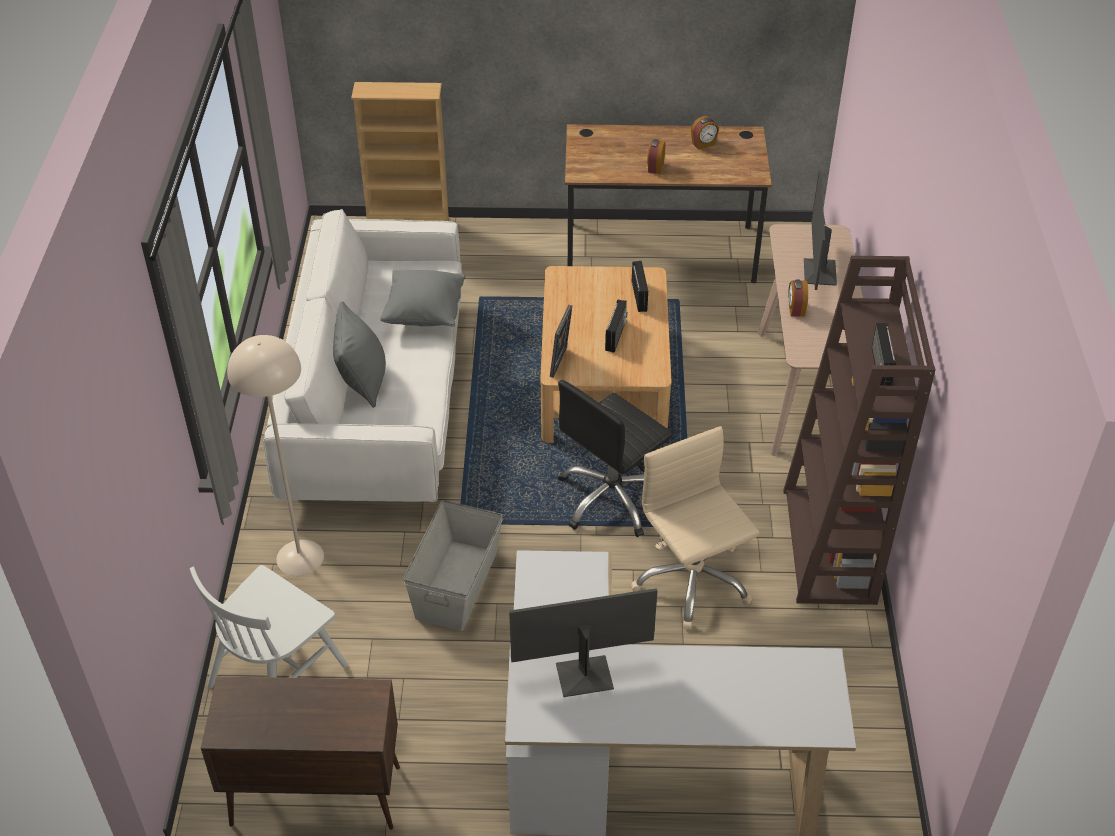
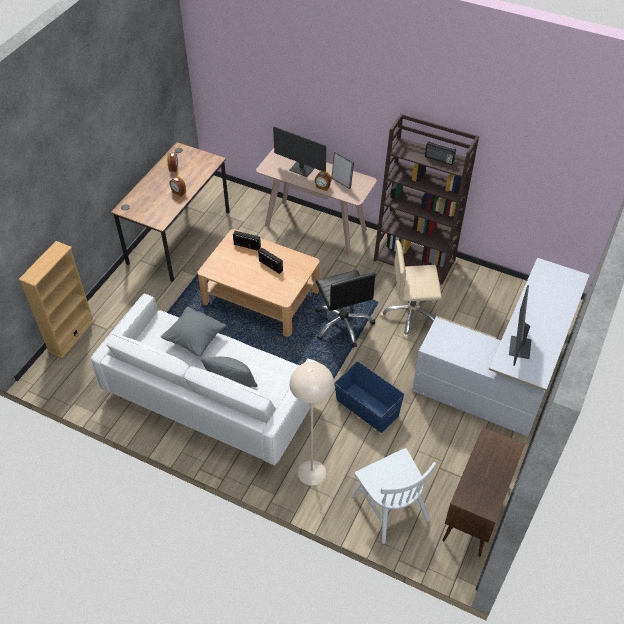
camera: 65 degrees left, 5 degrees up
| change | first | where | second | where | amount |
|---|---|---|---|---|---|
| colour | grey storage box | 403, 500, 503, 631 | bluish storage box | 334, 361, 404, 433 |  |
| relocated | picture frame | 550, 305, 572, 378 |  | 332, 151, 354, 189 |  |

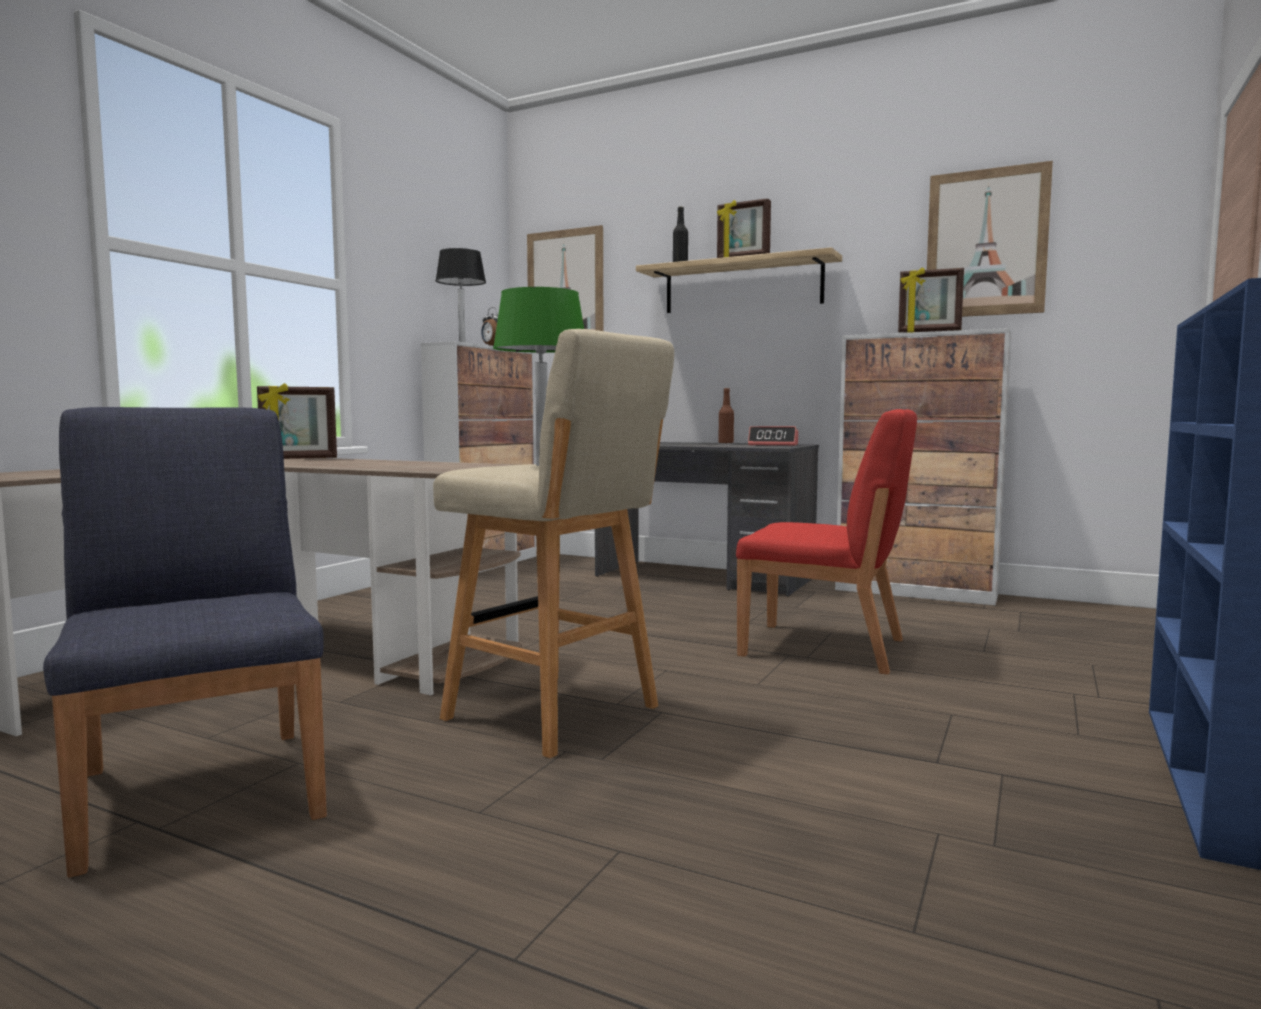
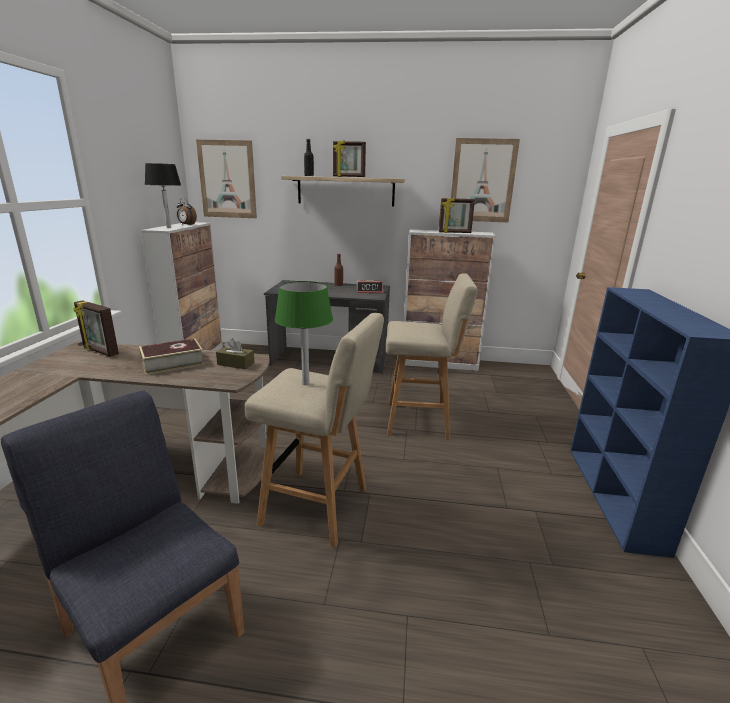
camera: 20 degrees left, 15 degrees up
| change | first | where | second | where | amount |
|---|---|---|---|---|---|
| spun | picture frame | 257, 383, 337, 459 |  | 73, 300, 119, 357 | 75 degrees clockwise |
| exchanged | reddish plain chair | 736, 409, 917, 675 | sand-coloured sitting stool | 386, 273, 478, 439 |  |
| appeared |  |  | bound book | 139, 338, 204, 375 |  |
| appeared |  |  | brown box of tissues | 216, 338, 255, 369 |  |

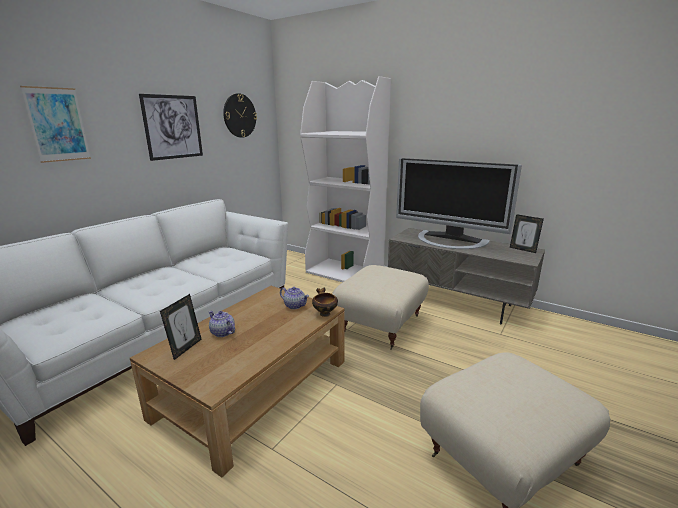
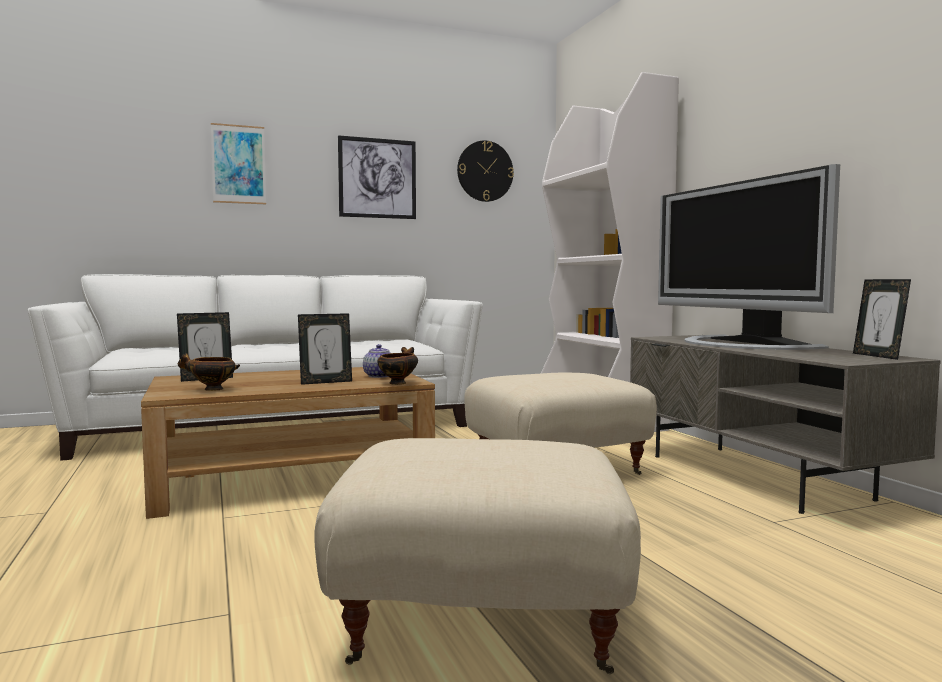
camera: 35 degrees right, 15 degrees down
| change | first | where | second | where | amount |
|---|---|---|---|---|---|
| missing | tea pot | 209, 311, 235, 337 |  |  |  |
| appeared |  |  | bowl | 177, 353, 240, 391 |  |
| appeared |  |  | picture frame | 298, 313, 352, 385 |  |

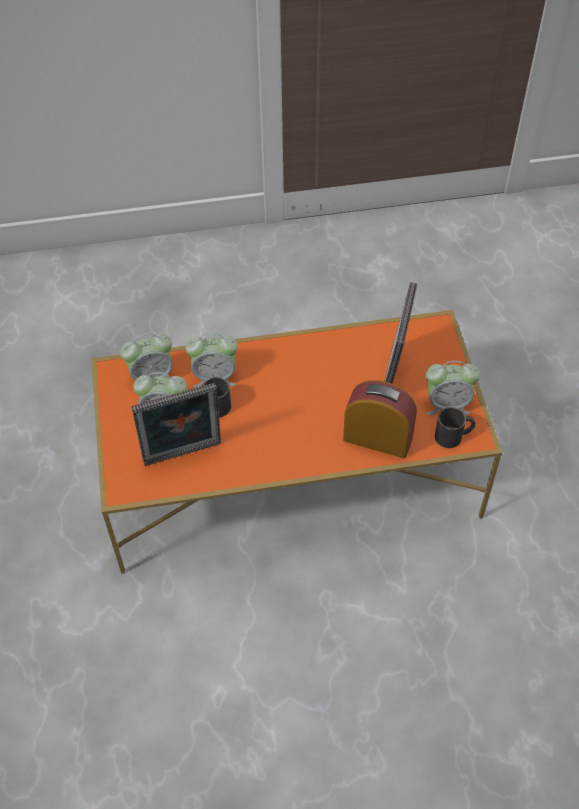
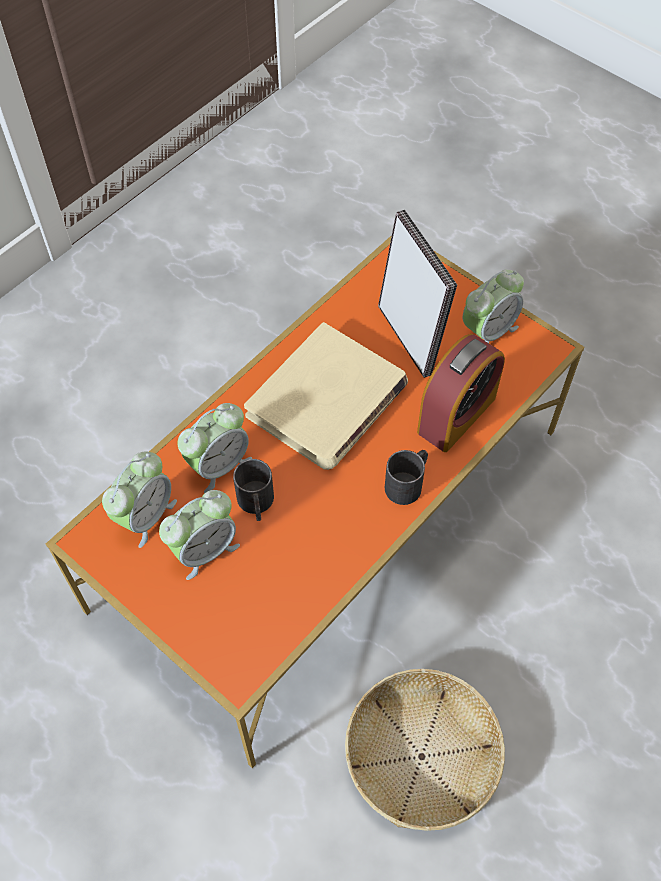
camera: 40 degrees left, 5 degrees up
| change | first | where | second | where | amount |
|---|---|---|---|---|---|
| missing | picture frame | 131, 383, 221, 466 |  |  |  |
| spun | bedside clock | 343, 380, 417, 458 |  | 417, 334, 505, 452 | 150 degrees clockwise |
| relocated | black-coloured mug | 435, 407, 476, 448 |  | 385, 450, 428, 505 |  |
| appeared |  |  | sand-coloured bound book | 244, 322, 408, 470 |  |
| appeared |  |  | basket | 345, 669, 505, 831 |  |

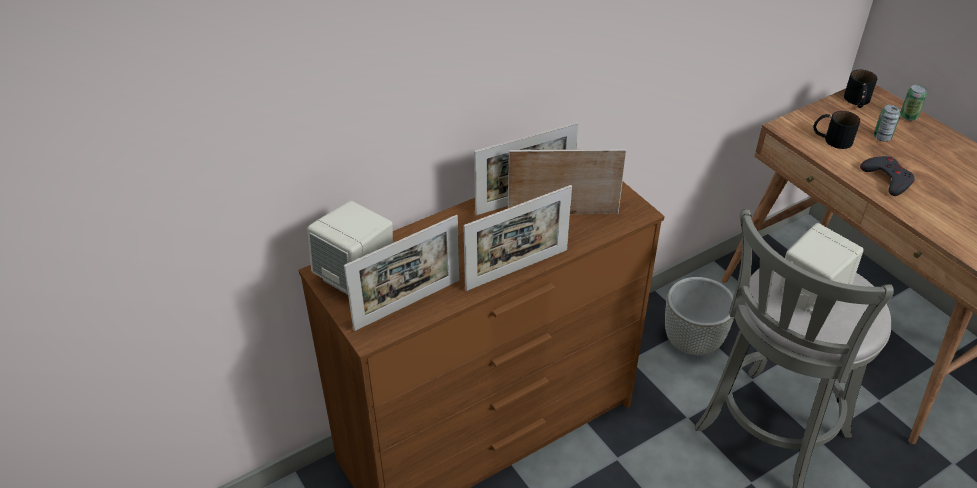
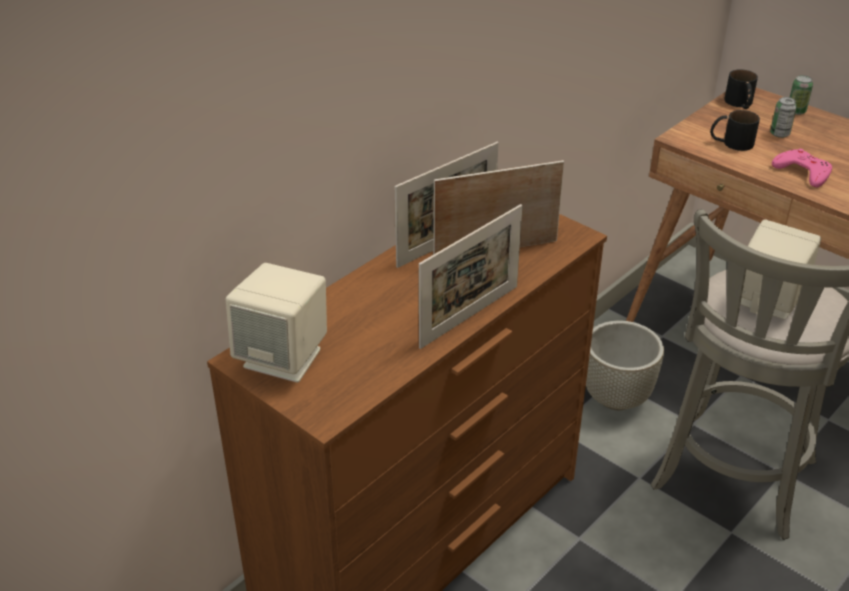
camera: 15 degrees left, 5 degrees down
| change | first | where | second | where | amount |
|---|---|---|---|---|---|
| missing | picture frame | 344, 215, 460, 331 |  |  |  |
| colour | grey game controller | 860, 156, 915, 196 | pinkish game controller | 772, 149, 832, 187 |  |

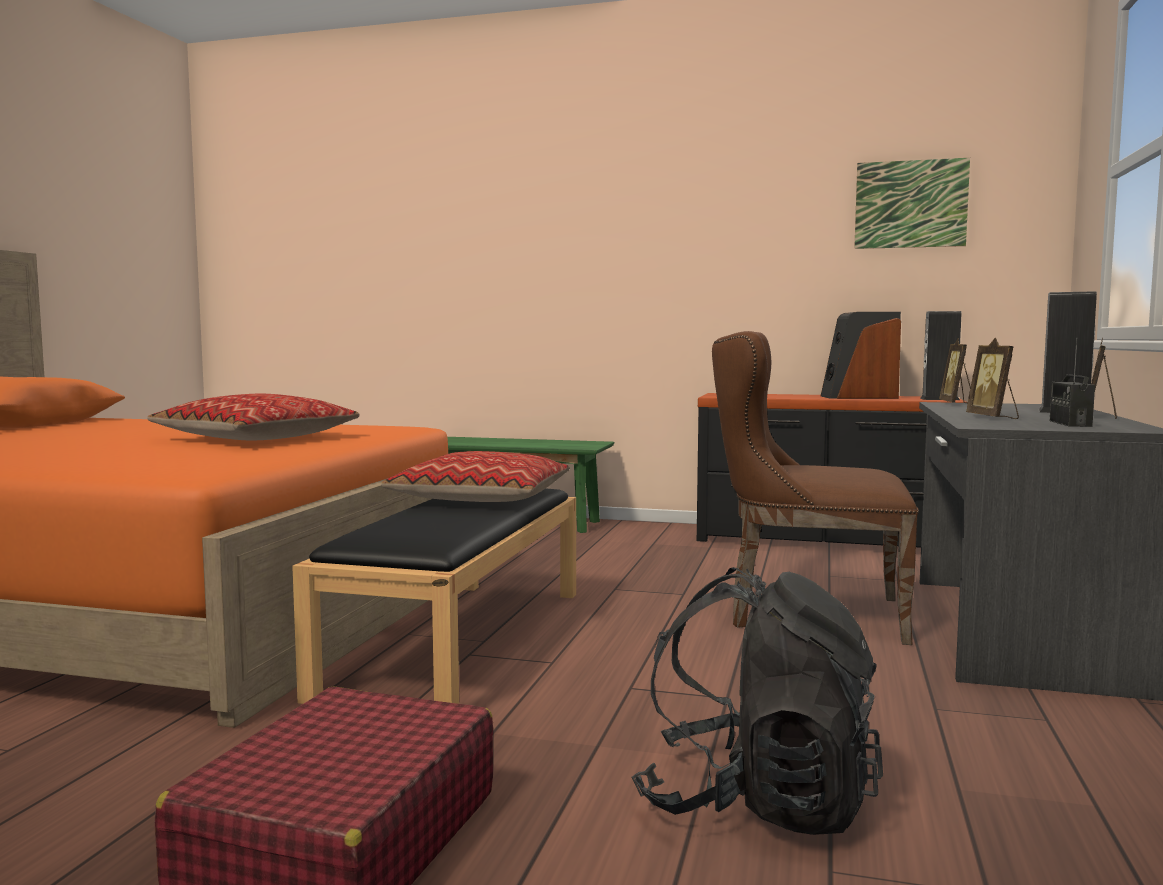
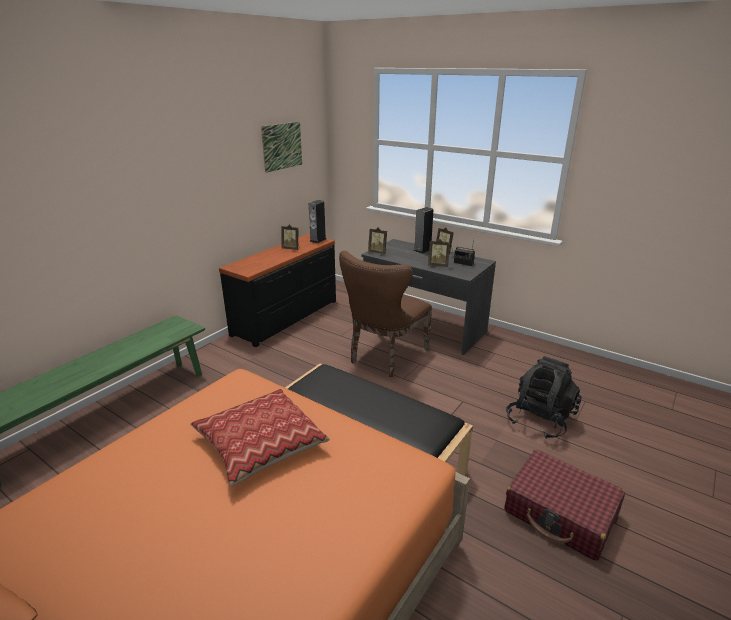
camera: 70 degrees left, 20 degrees up
| change | first | where | second | where | amount |
|---|---|---|---|---|---|
| missing | pillow | 381, 451, 570, 502 |  |  |  |
| exchanged | audio speaker | 821, 312, 901, 399 | picture frame | 281, 224, 300, 250 |  |

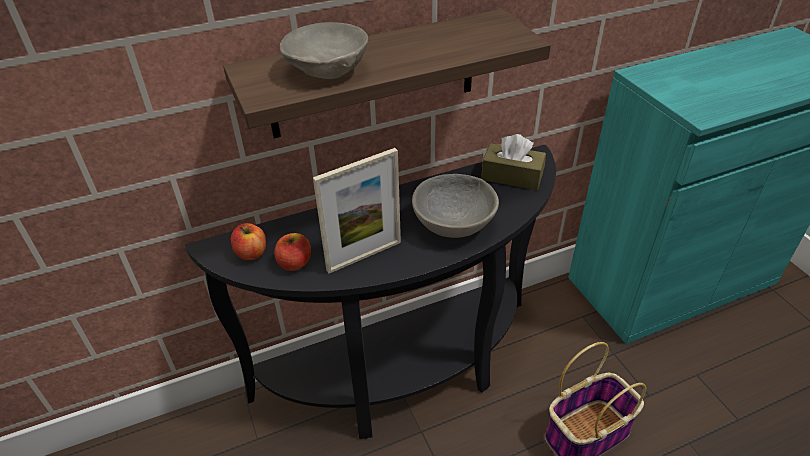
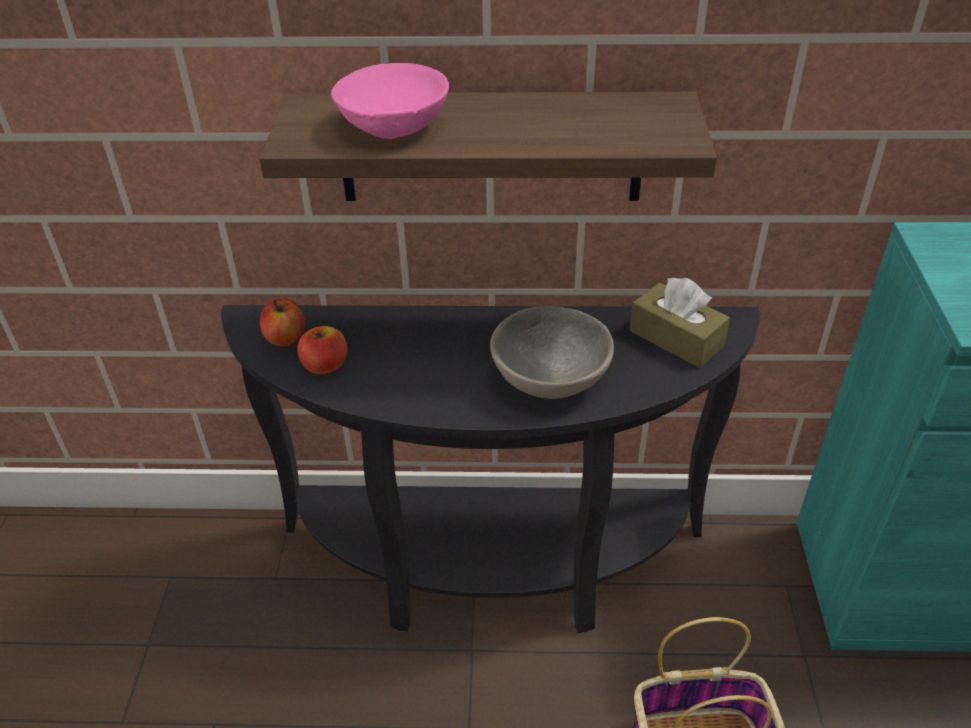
camera: 25 degrees right, 0 degrees up
| change | first | where | second | where | amount |
|---|---|---|---|---|---|
| colour | grey bowl | 280, 22, 368, 79 | pinkish bowl | 331, 63, 449, 139 |  |
| missing | picture frame | 313, 148, 401, 273 |  |  |  |

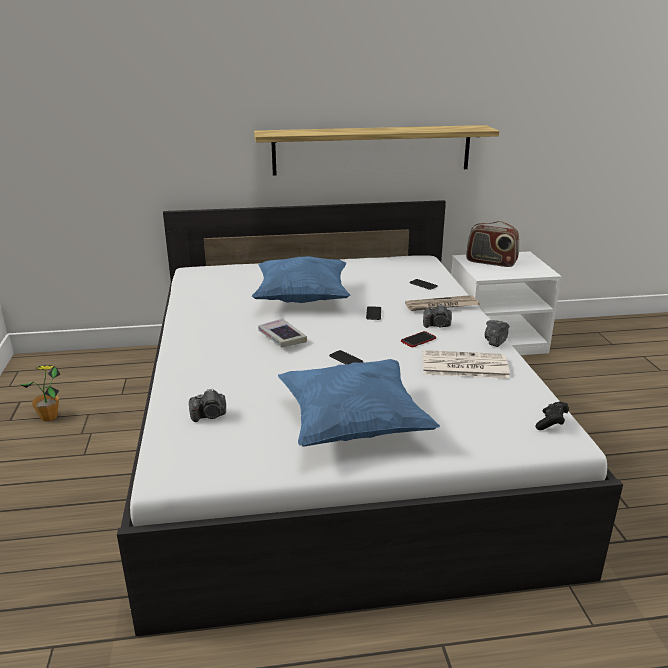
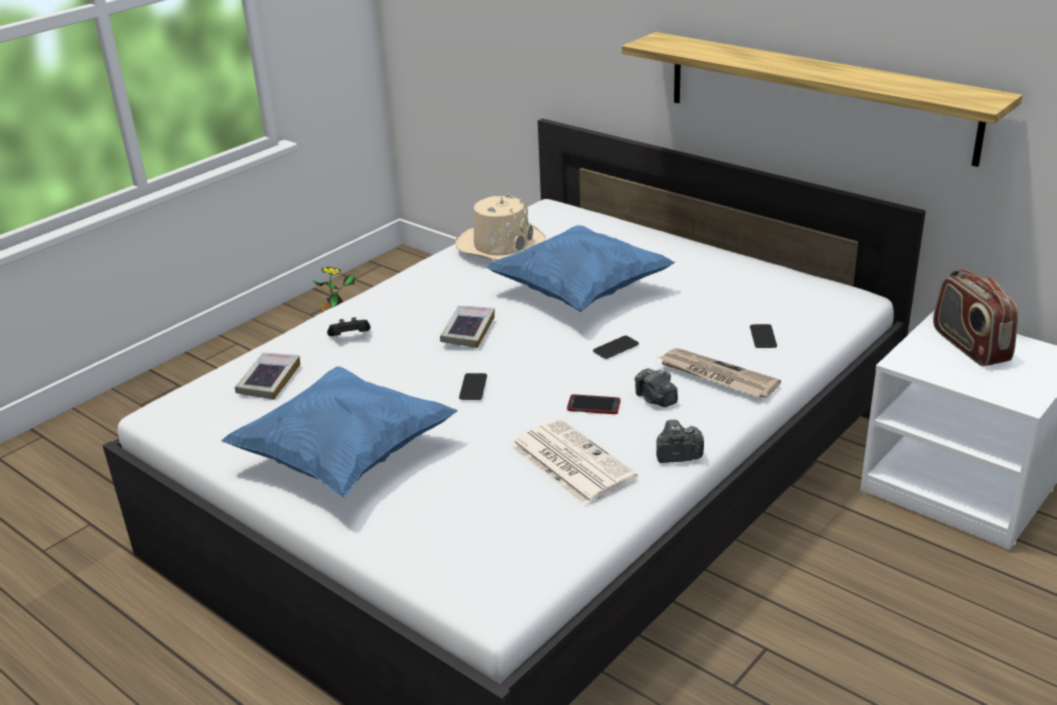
camera: 50 degrees right, 5 degrees up
| change | first | where | second | where | amount |
|---|---|---|---|---|---|
| exchanged | photo camera | 189, 389, 226, 422 | bound book | 235, 353, 300, 400 |  |
| relocated | black-coloured game controller | 536, 402, 569, 430 |  | 327, 317, 370, 336 |  |
| appeared |  |  | sand-coloured hat | 456, 194, 546, 260 |  |

